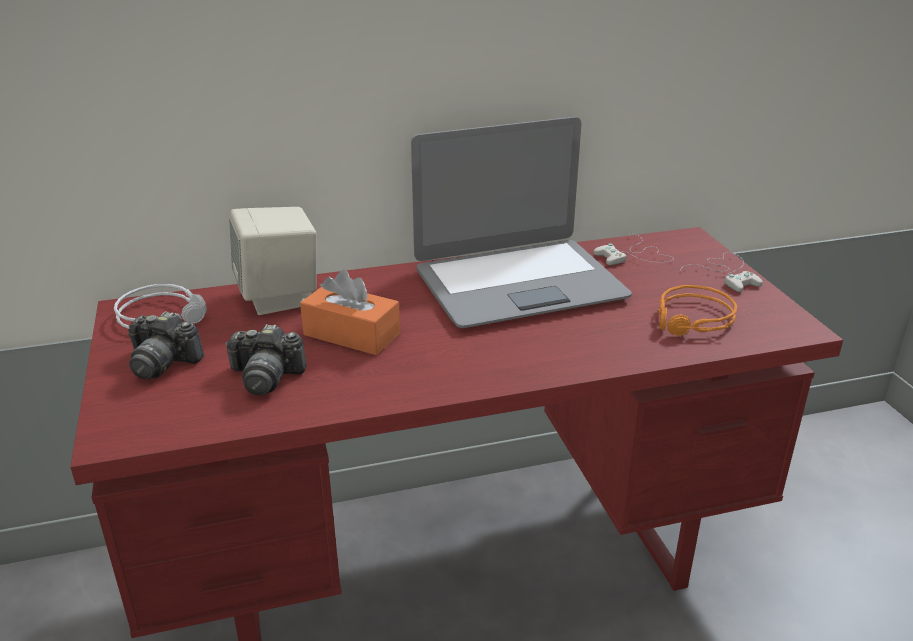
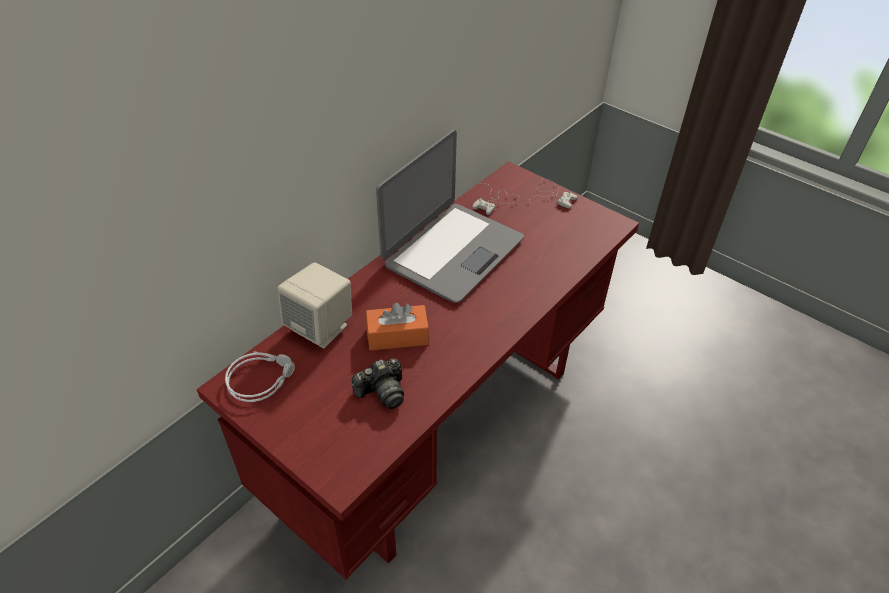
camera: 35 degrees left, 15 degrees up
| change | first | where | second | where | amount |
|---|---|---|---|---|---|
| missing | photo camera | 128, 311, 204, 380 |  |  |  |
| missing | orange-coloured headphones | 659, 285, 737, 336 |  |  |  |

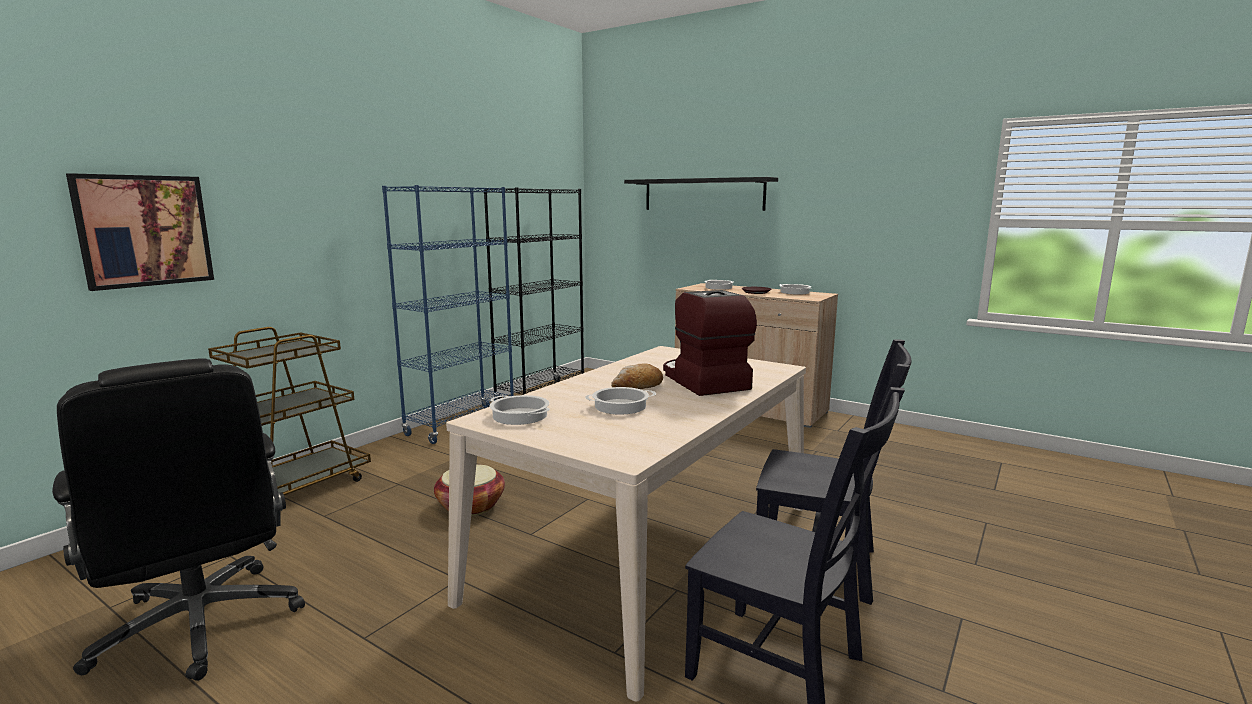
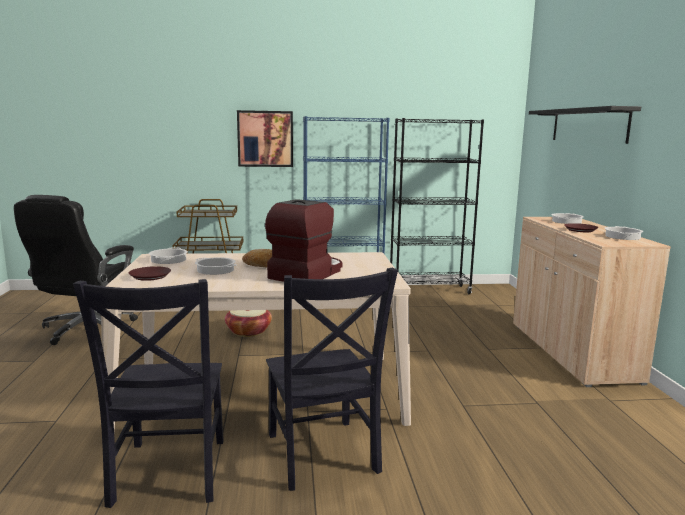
camera: 50 degrees right, 0 degrees up
| change | first | where | second | where | amount |
|---|---|---|---|---|---|
| relocated | wall picture | 66, 173, 214, 291 |  | 237, 110, 293, 167 |  |
| appeared |  |  | brown plate | 129, 266, 171, 281 |  |

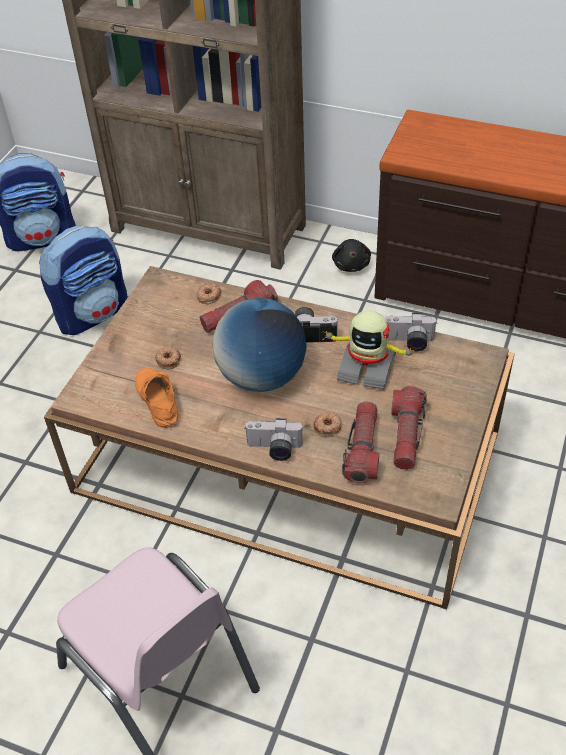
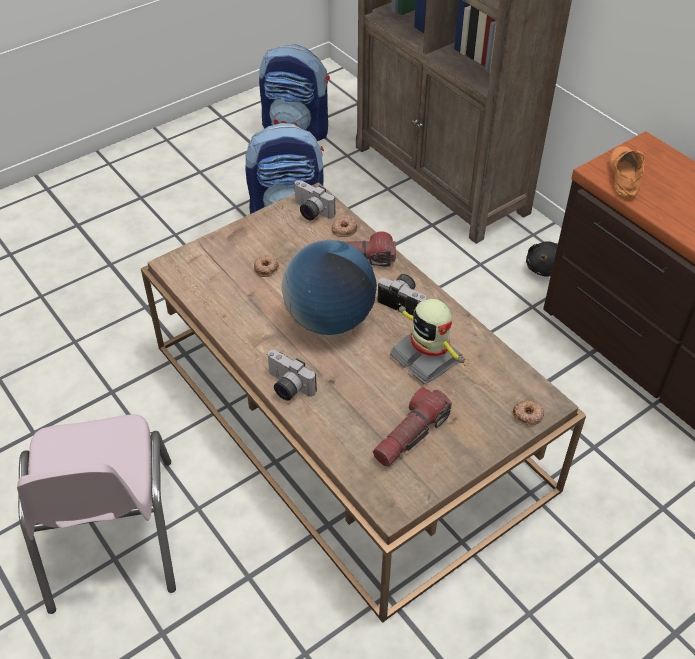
camera: 30 degrees right, 0 degrees up
| change | first | where | second | where | amount |
|---|---|---|---|---|---|
| relocated | orange-coloured low shoe | 135, 368, 178, 428 |  | 609, 146, 645, 199 |  |
| relocated | donut | 314, 412, 342, 436 |  | 513, 400, 544, 426 |  |
| missing | flashlight | 342, 401, 379, 483 |  |  |  |
| relocated | photo camera | 385, 313, 437, 351 |  | 294, 180, 335, 220 |  |

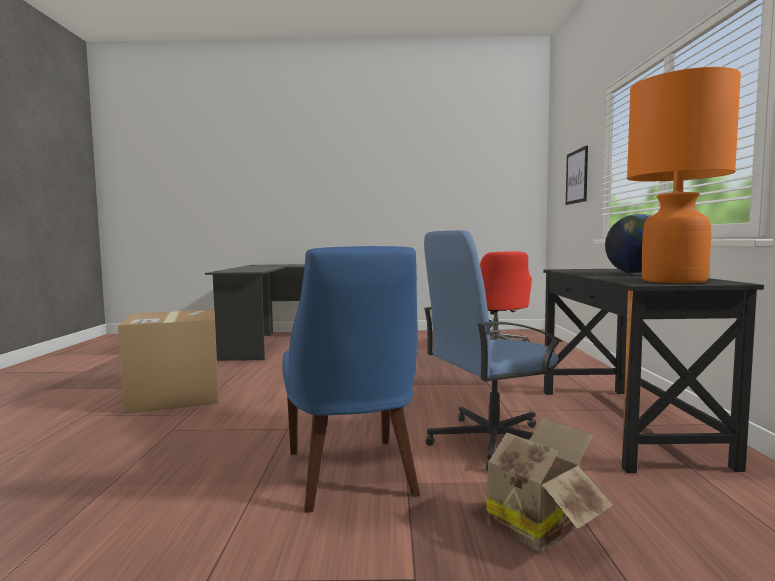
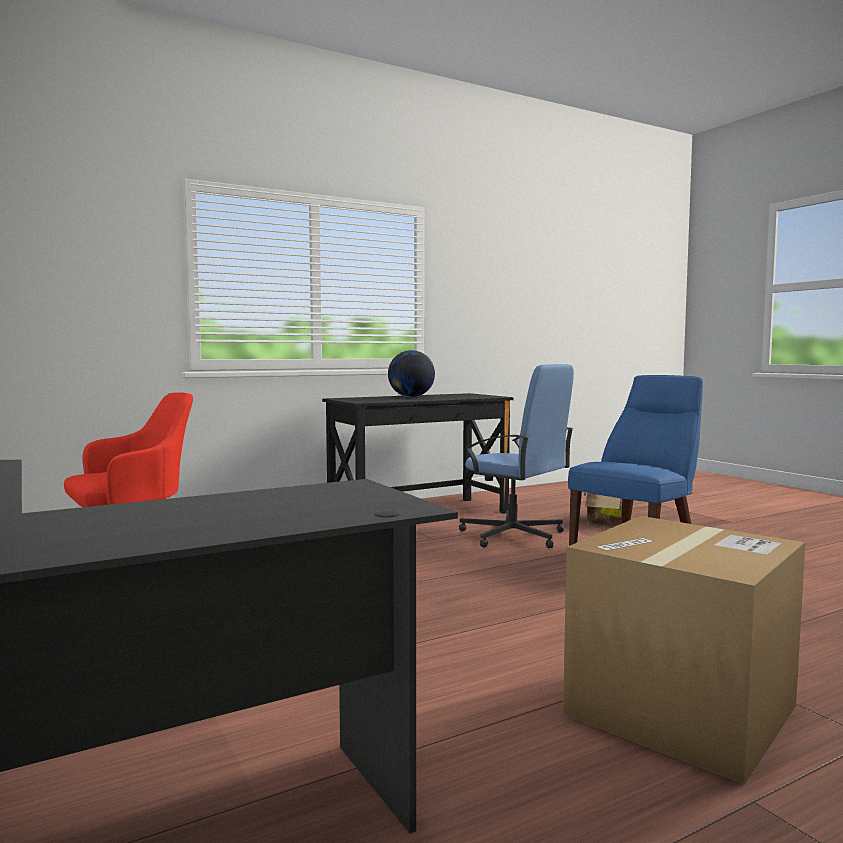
camera: 120 degrees left, 0 degrees up
| change | first | where | second | where | amount |
|---|---|---|---|---|---|
| missing | wall picture | 566, 146, 588, 205 |  |  |  |
| missing | orange-coloured lamp for a table | 627, 67, 741, 283 |  |  |  |

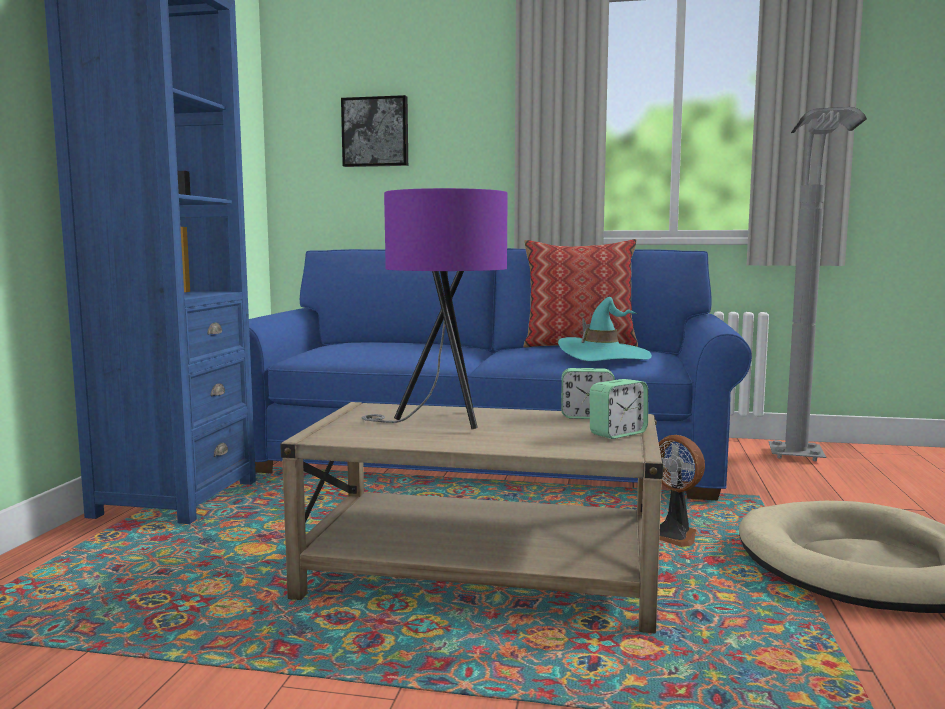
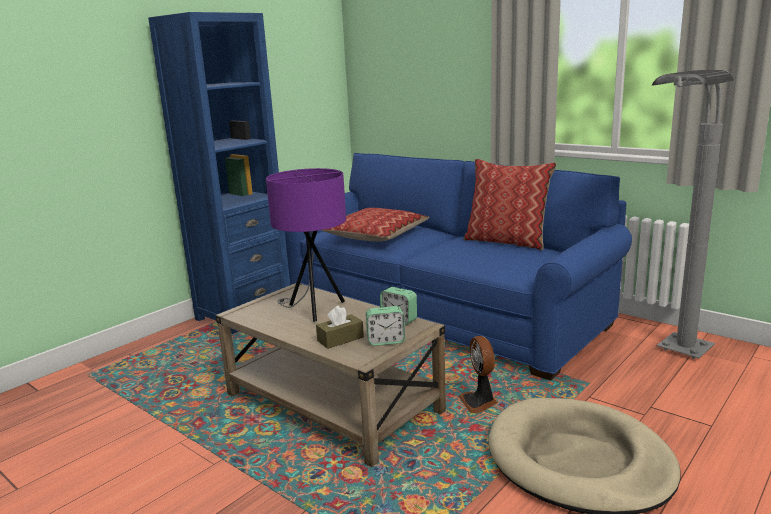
camera: 30 degrees right, 10 degrees up
| change | first | where | second | where | amount |
|---|---|---|---|---|---|
| missing | wall picture | 341, 95, 408, 167 |  |  |  |
| missing | turquoise-coloured hat | 558, 297, 652, 361 |  |  |  |
| appeared |  |  | brown box of tissues | 316, 306, 364, 349 |  |
| appeared |  |  | pillow | 321, 208, 429, 241 |  |

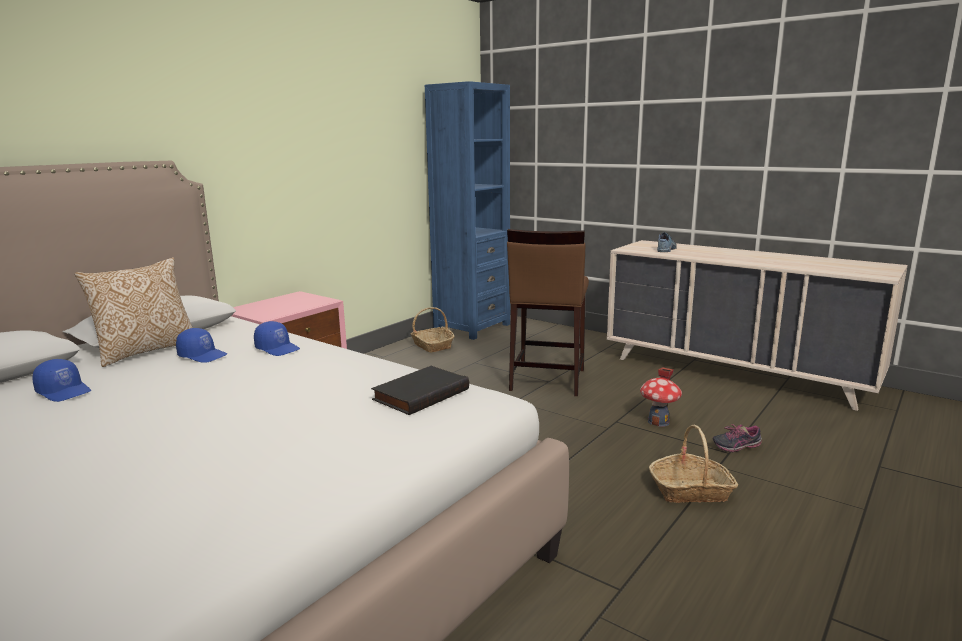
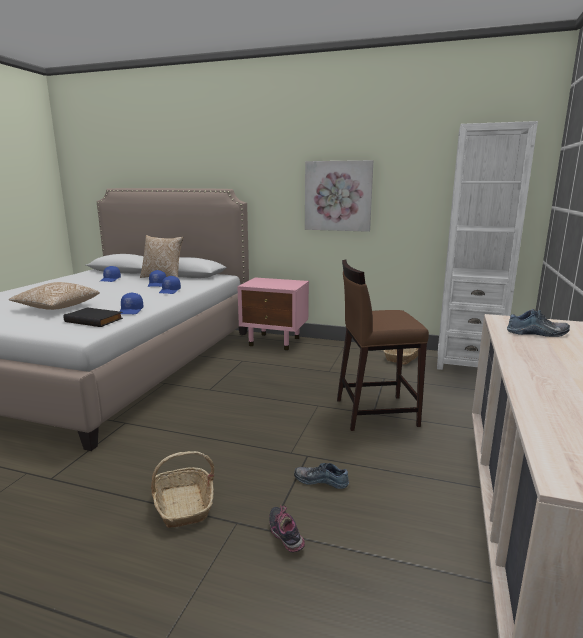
camera: 70 degrees right, 0 degrees up
| change | first | where | second | where | amount |
|---|---|---|---|---|---|
| colour | bluish bookcase | 425, 81, 510, 340 | white bookcase | 437, 121, 538, 370 |  |
| exchanged | model house | 640, 367, 682, 427 | low shoe | 294, 463, 349, 489 |  |
| appeared |  |  | pillow | 9, 282, 99, 310 |  |
| appeared |  |  | bluish peaked cap | 120, 293, 144, 314 |  |
| appeared |  |  | wall picture | 305, 160, 373, 232 |  |

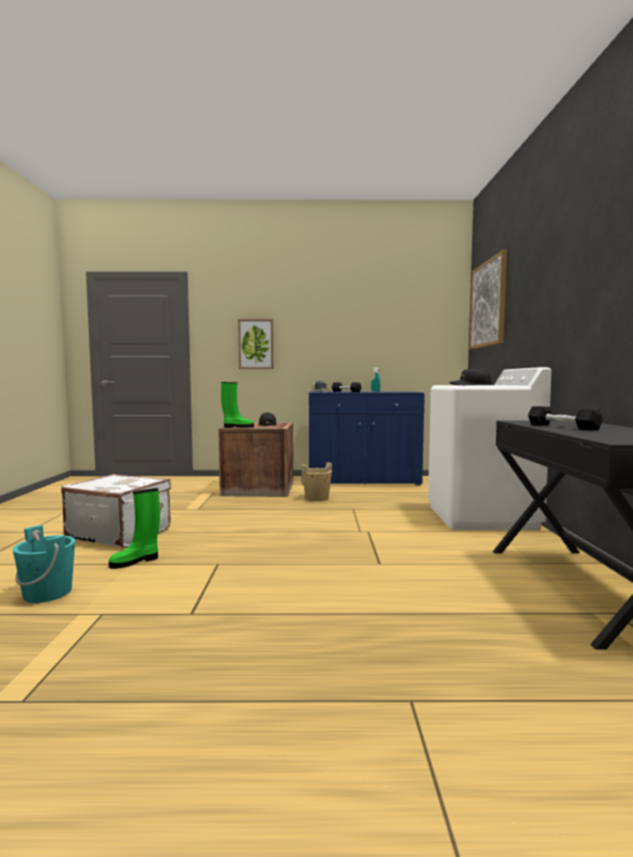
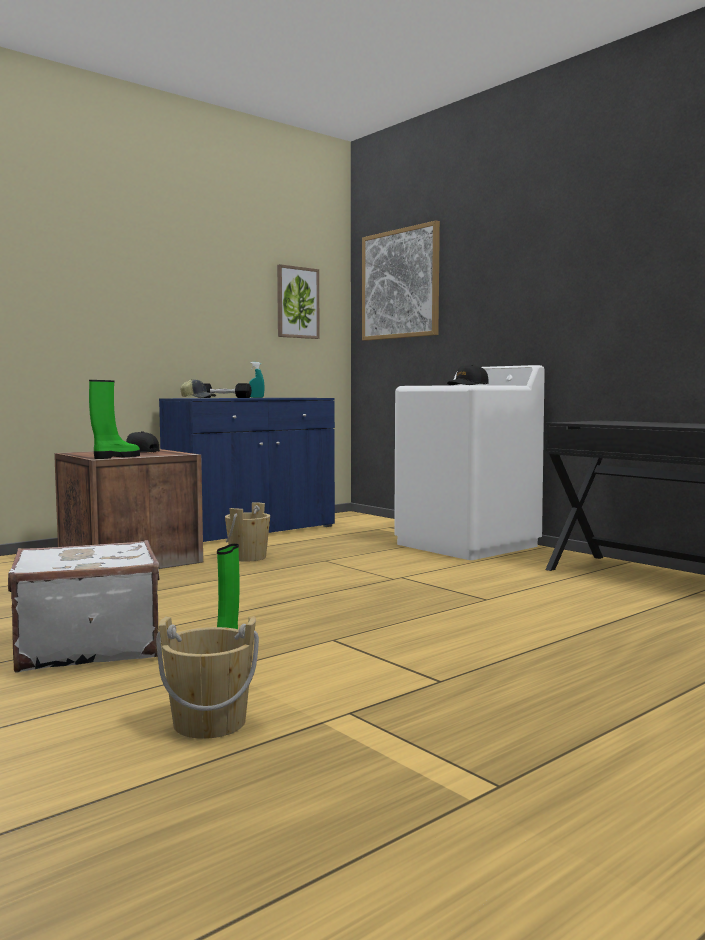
camera: 40 degrees left, 0 degrees up
| change | first | where | second | where | amount |
|---|---|---|---|---|---|
| colour | turquoise-coloured bucket | 13, 525, 75, 603 | sand-coloured bucket | 156, 616, 259, 739 |  |
| relocated | wall picture | 238, 319, 273, 369 |  | 277, 264, 320, 339 |  |
| missing | black-coloured dumbbell | 528, 406, 603, 430 |  |  |  |

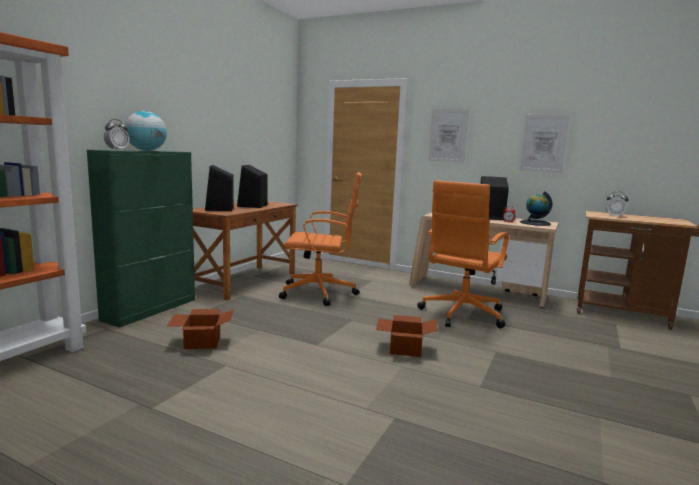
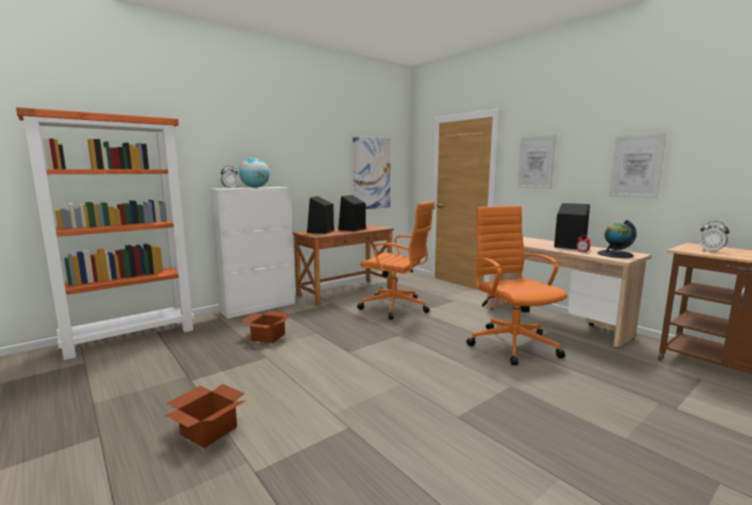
camera: 25 degrees right, 0 degrees up
| change | first | where | second | where | amount |
|---|---|---|---|---|---|
| colour | green storage cabinet | 87, 150, 195, 327 | white storage cabinet | 210, 187, 295, 318 |  |
| relocated | carton | 376, 315, 438, 357 |  | 166, 384, 245, 448 |  |
| spun | orange-coloured computer chair | 417, 180, 509, 329 |  | 466, 206, 568, 365 | 105 degrees clockwise |
| appeared |  |  | wall picture | 353, 136, 391, 209 |  |

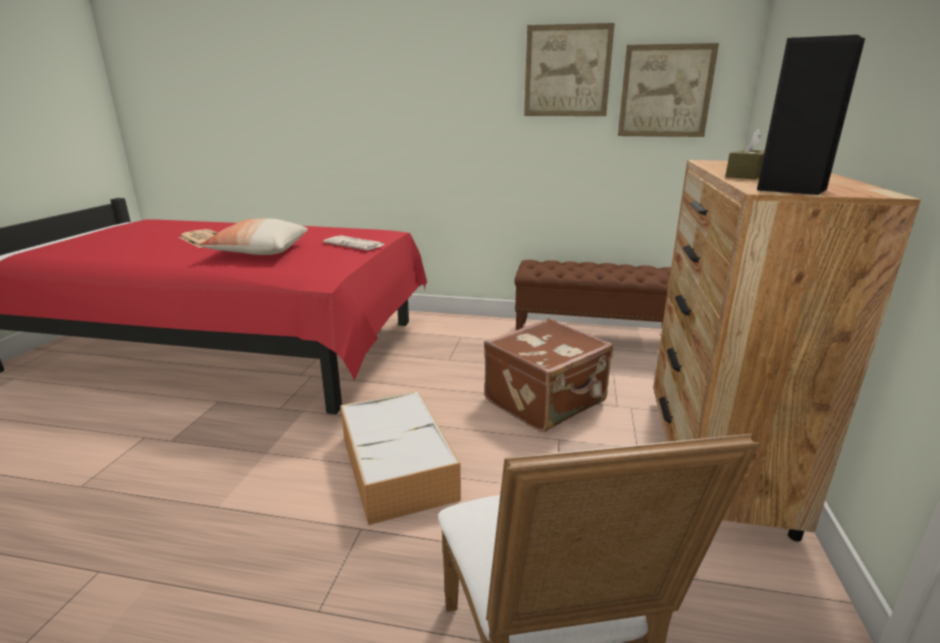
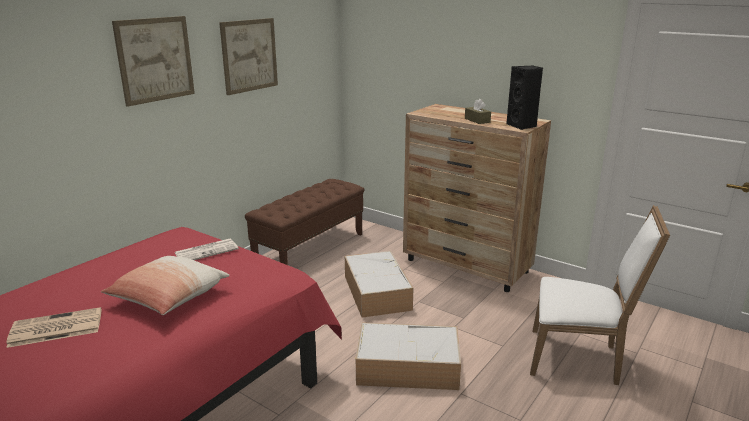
camera: 65 degrees left, 0 degrees up
| change | first | where | second | where | amount |
|---|---|---|---|---|---|
| exchanged | brown suitcase | 484, 318, 613, 432 | storage box | 345, 251, 414, 318 |  |
| relocated | wall picture | 618, 43, 719, 137 |  | 112, 16, 195, 107 |  |

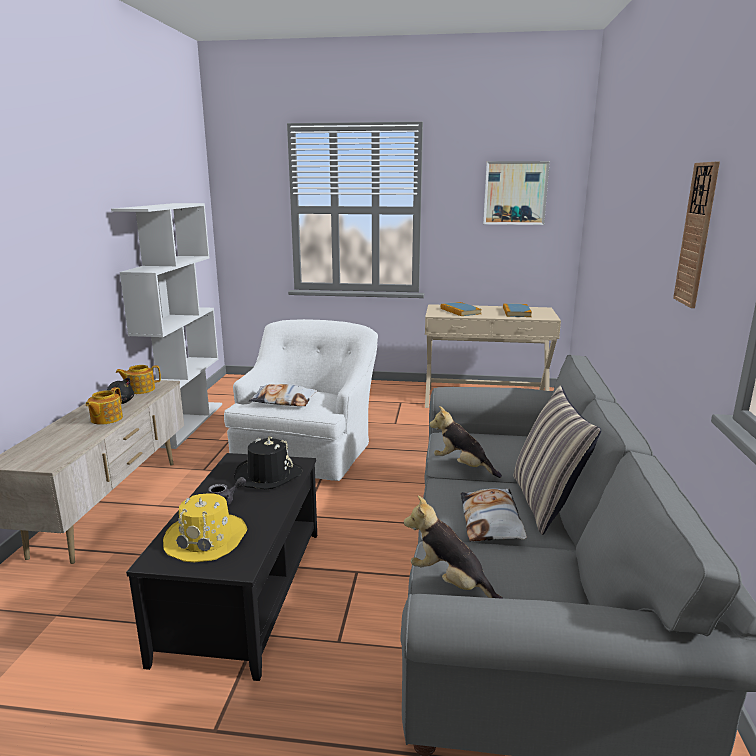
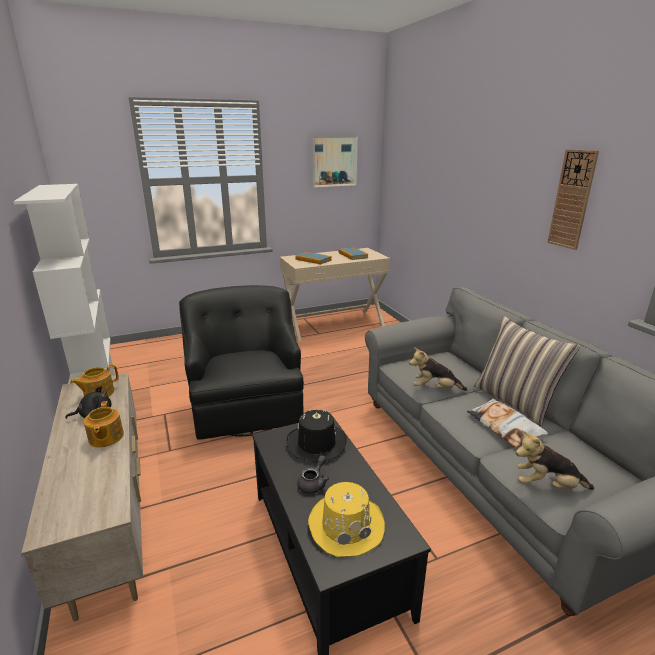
camera: 30 degrees left, 5 degrees up
| change | first | where | second | where | amount |
|---|---|---|---|---|---|
| colour | white lounge chair | 224, 319, 378, 481 | black-coloured lounge chair | 179, 285, 304, 440 |  |
| missing | pillow | 249, 384, 317, 406 |  |  |  |

